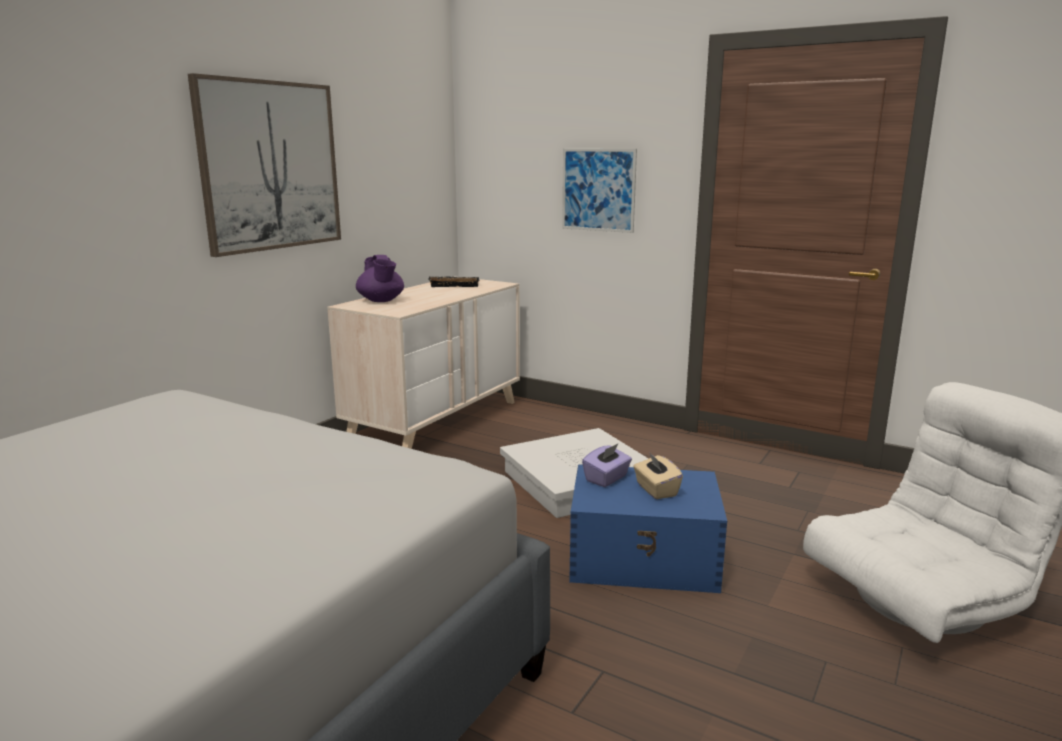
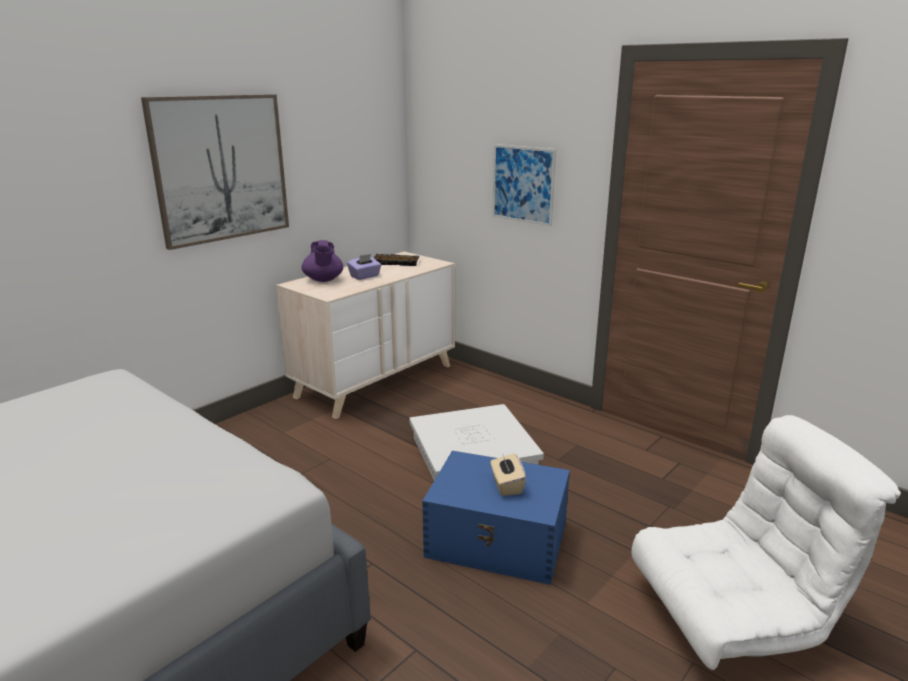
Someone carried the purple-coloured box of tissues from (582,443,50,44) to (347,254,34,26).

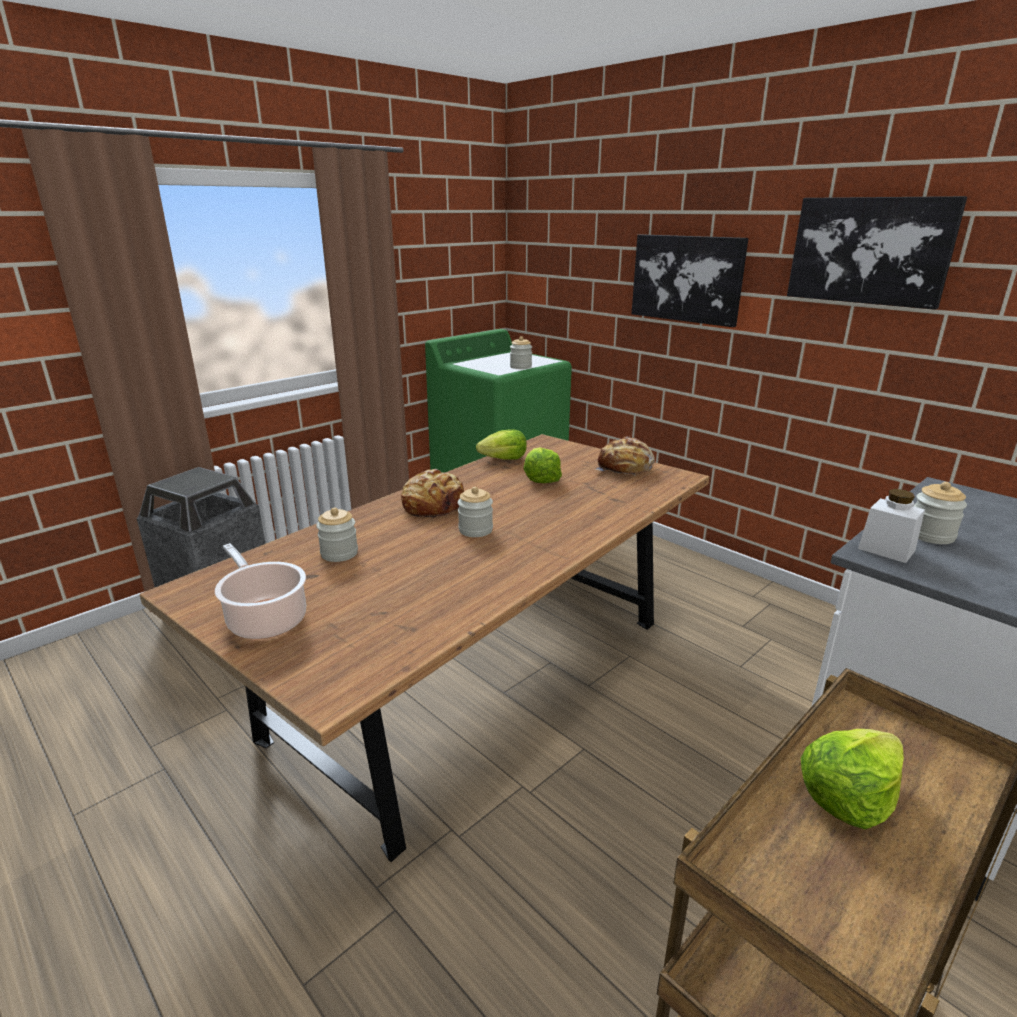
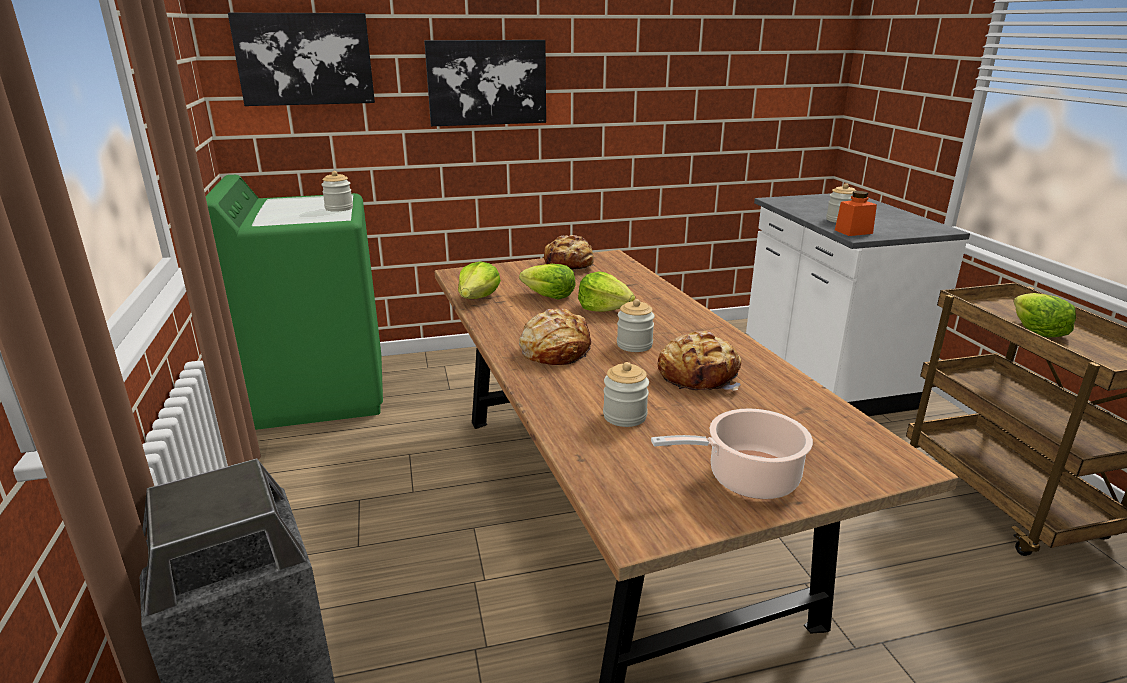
Someone carried the wall art from (787,196,180,114) to (228,13,147,93). Someone repainted the white-coloured jar at (858,489,67,74), which became the orange-coloured jar at (835,191,42,45). Someone put down the head of lettuce at (578,271,57,41). Someone put down the baked bread at (658,331,83,59).

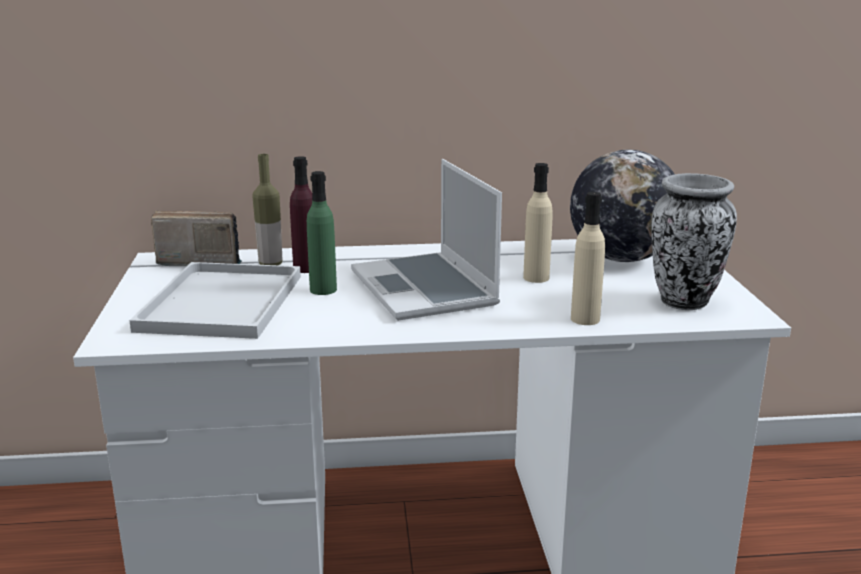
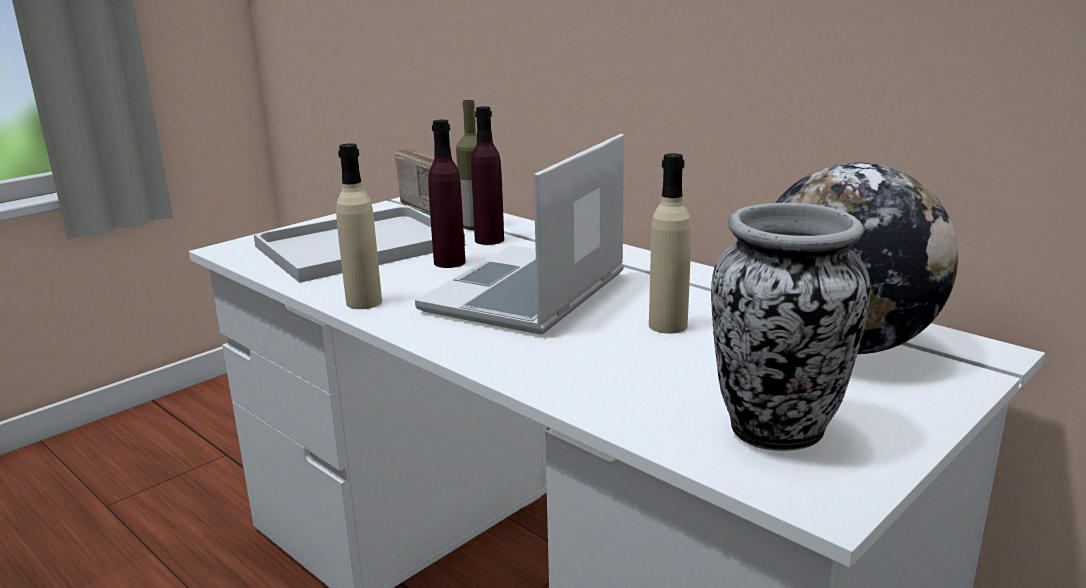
Someone repainted the green bottle at (307,171,30,124), which became the purple-coloured bottle at (428,120,38,148). Someone carried the beige-coloured bottle from (571,192,34,133) to (336,143,46,166).

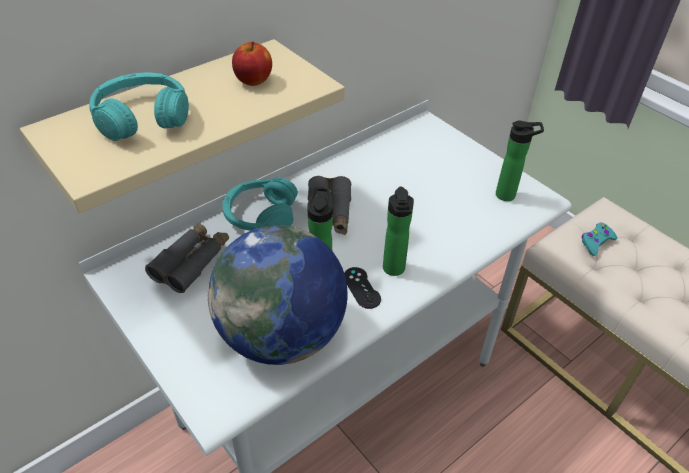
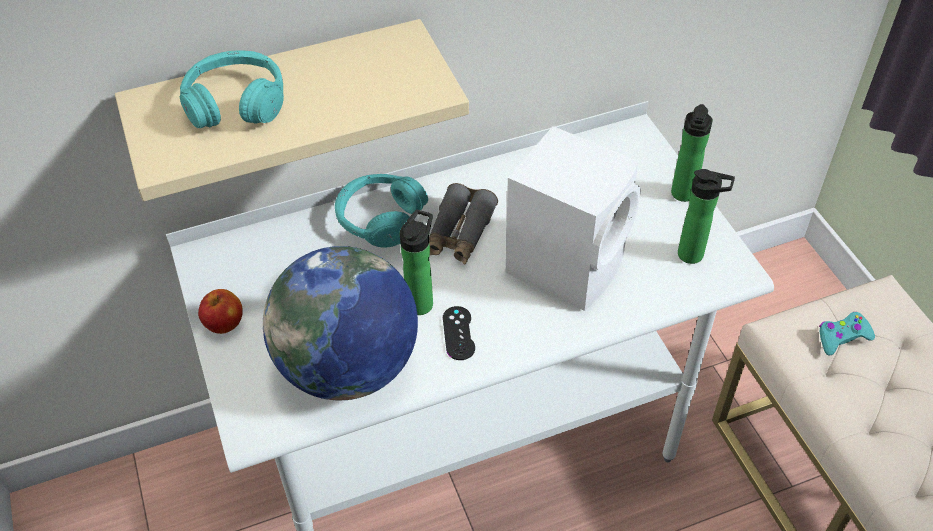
Someone took away the greyish pair of binoculars at (145,222,84,71). Someone carried the apple from (232,41,40,45) to (198,289,45,45). Someone carried the bottle from (383,186,31,90) to (671,104,42,98). Someone put down the white-coloured audio speaker at (506,126,135,185).

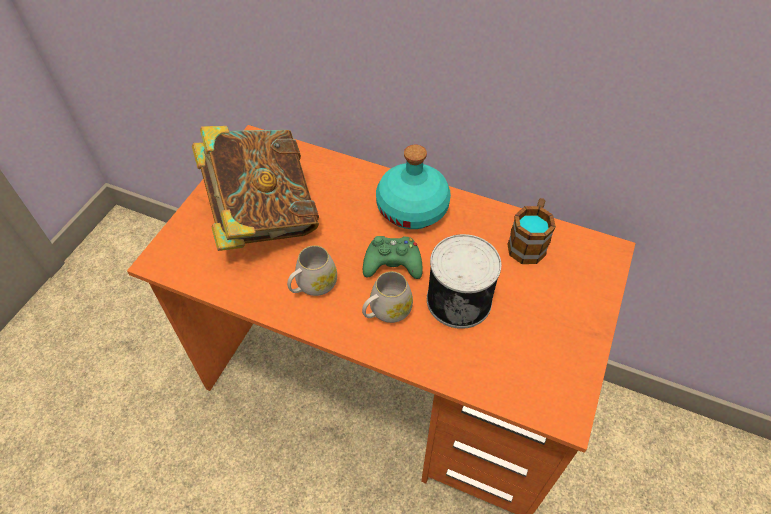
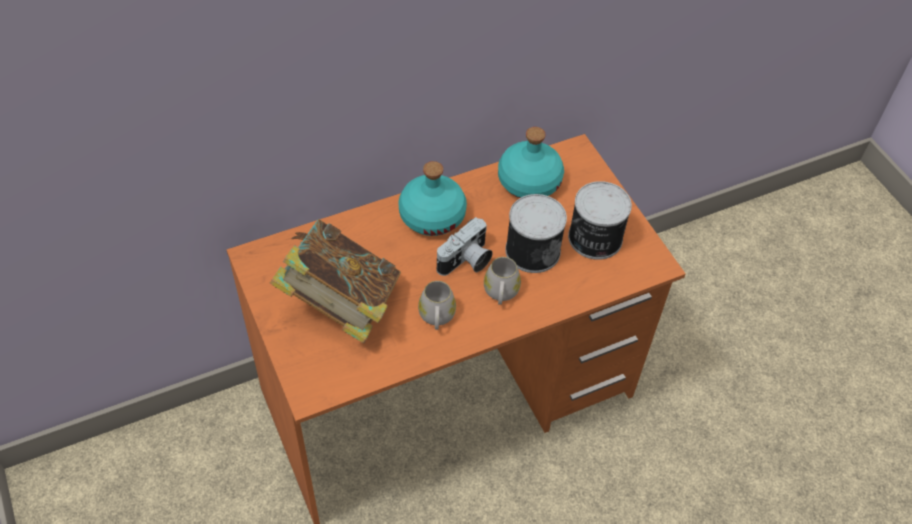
Someone swapped the green joypad at (363,236,60,43) for the photo camera at (437,217,56,59). Someone swapped the tea mug at (507,198,49,66) for the turquoise-coloured bottle at (498,127,66,71). Someone put down the metal can at (568,181,64,79).

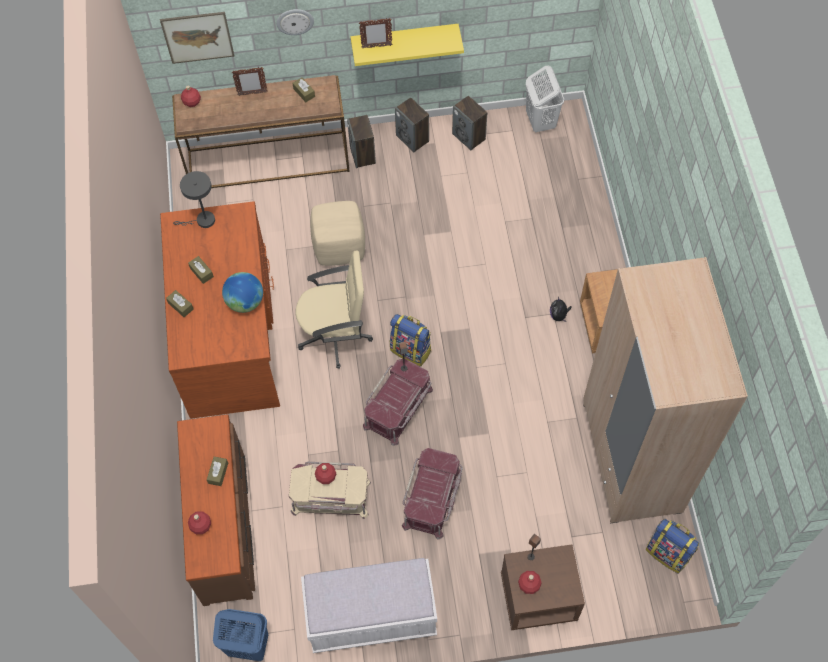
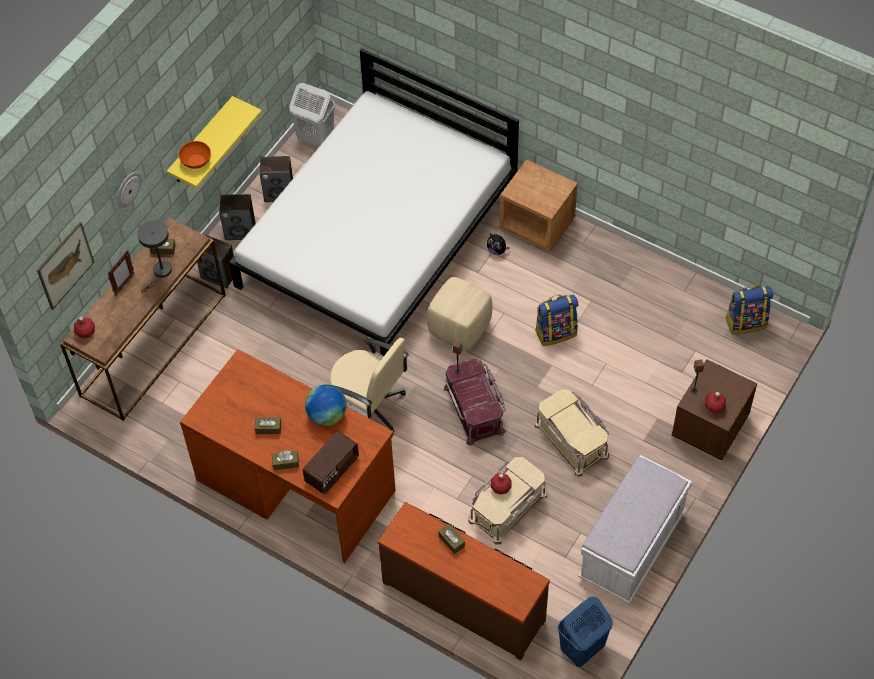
Someone carried the greyish table lamp from (173,171,42,57) to (137,220,35,73). Someone took away the reddish bottle at (188,511,23,23). Someone rotated the beige-coloured computer chair at (295,250,78,119) by 90 degrees clockwise. Someone carried the beige-coloured ottoman from (310,201,55,65) to (427,277,65,74). Someone swapped the standing frame at (359,18,33,30) for the orange-coloured deep dish at (179,141,32,28). Someone carried the rucksack from (390,314,41,53) to (535,294,43,52). Someone repainted the reddish storage container at (402,448,61,91), which became the beige-coloured storage container at (534,389,75,88). Someone took away the beige-coloured clothes cupboard at (583,257,165,266). Someone put down the white-coloured bedroom bed at (229,48,290,308). Someone put down the radio set at (303,431,56,63).

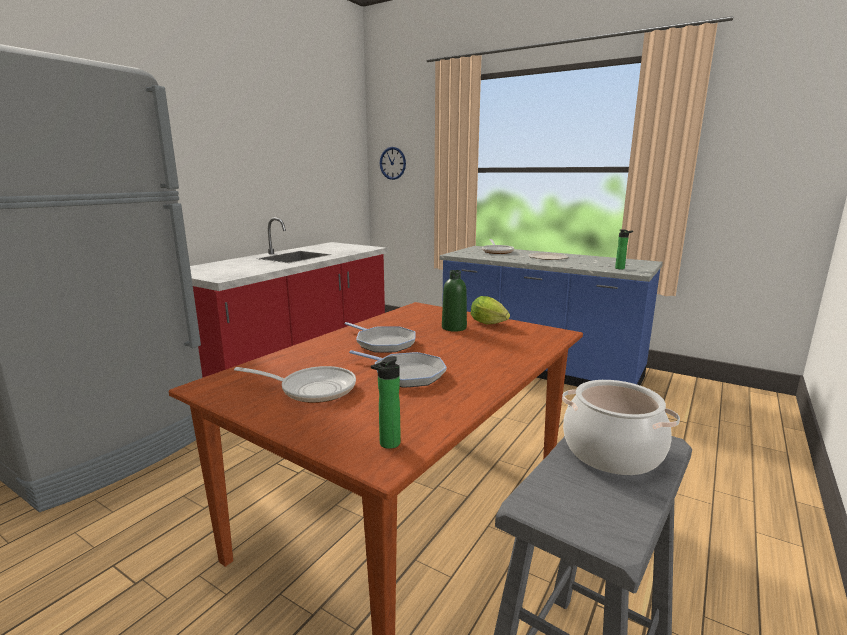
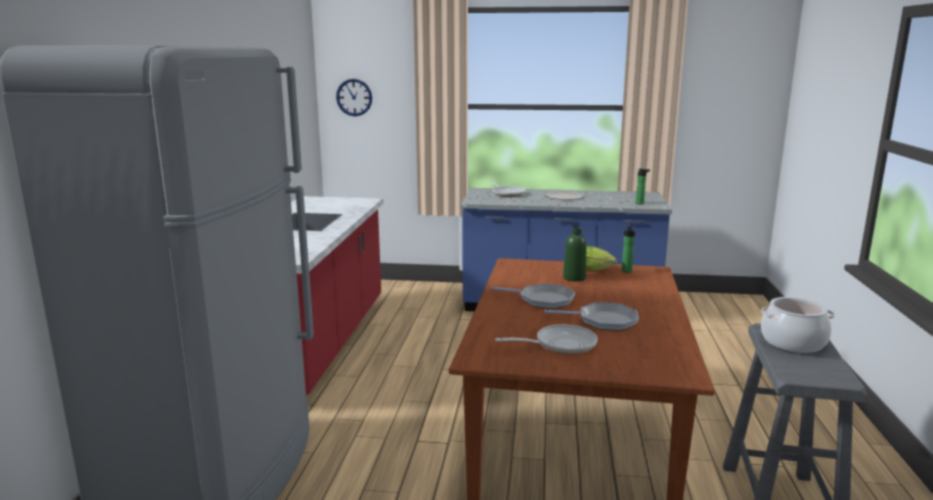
Someone carried the bottle from (371,356,30,93) to (622,226,13,47).

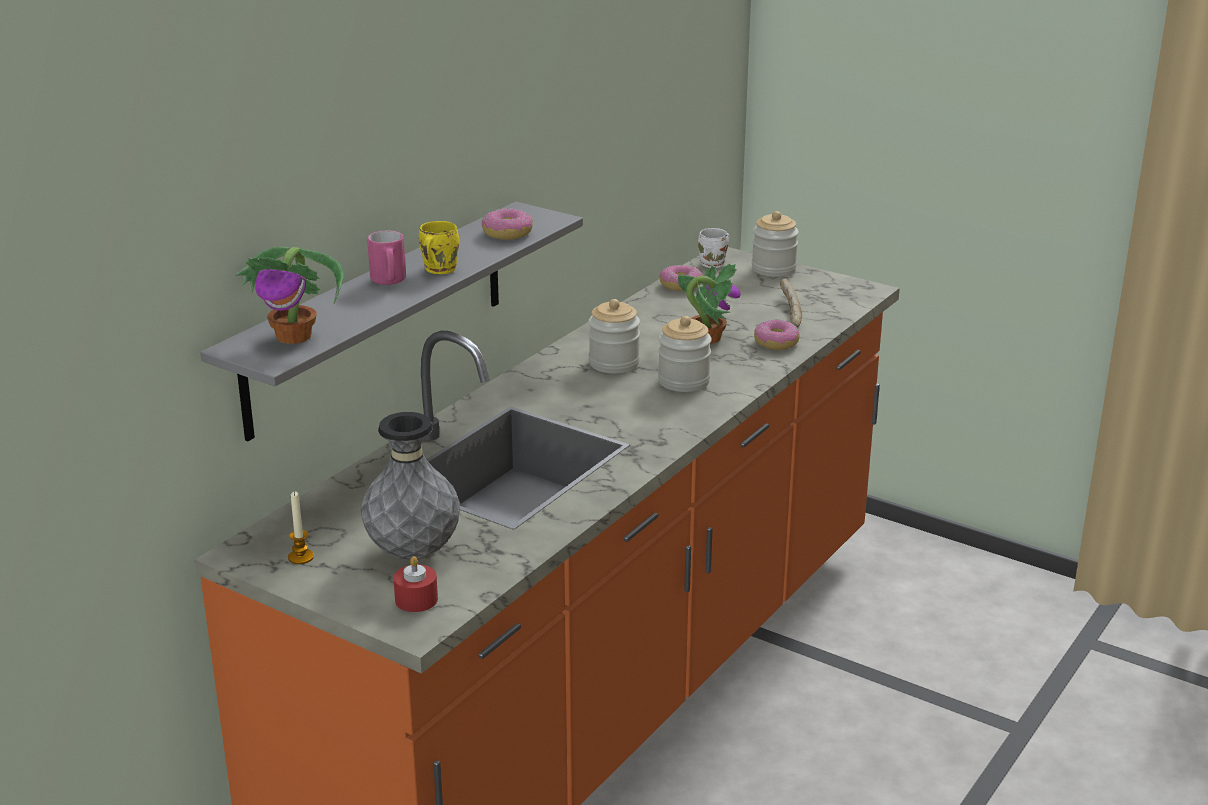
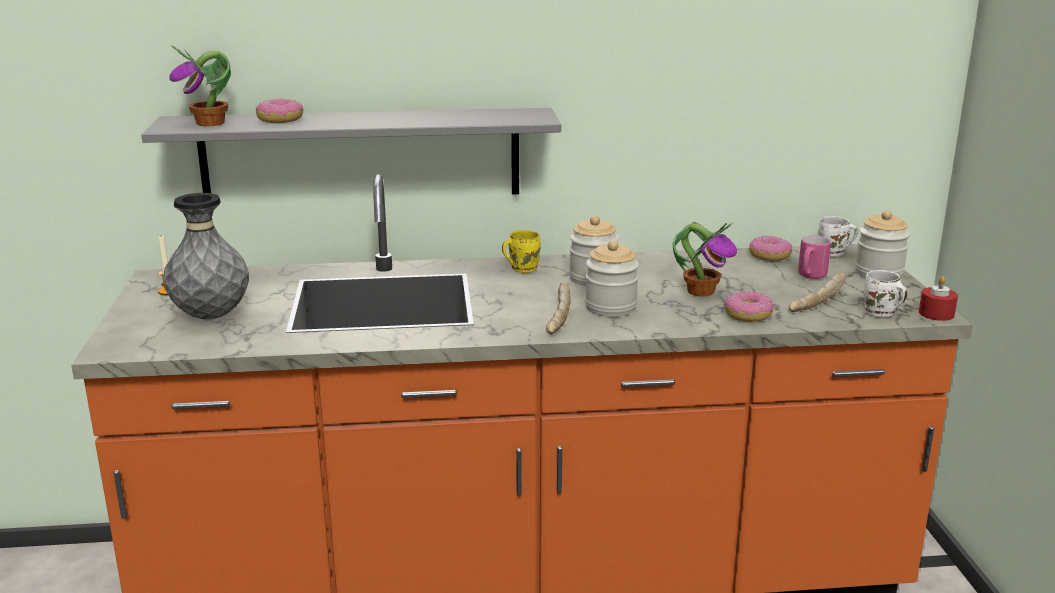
Someone carried the pink-coloured tea mug from (367,230,39,55) to (798,236,33,43). Someone carried the reddish wax light from (393,556,45,56) to (919,276,39,45). Someone carried the yellow tea mug from (419,221,40,53) to (502,230,39,43). Someone carried the donut from (482,208,51,32) to (256,99,48,24). Someone put down the baked bread at (546,282,25,52). Someone put down the white-coloured tea mug at (864,270,43,47).

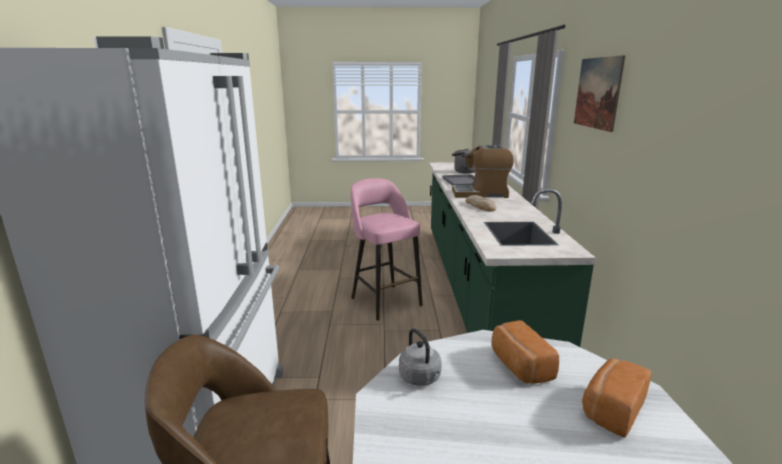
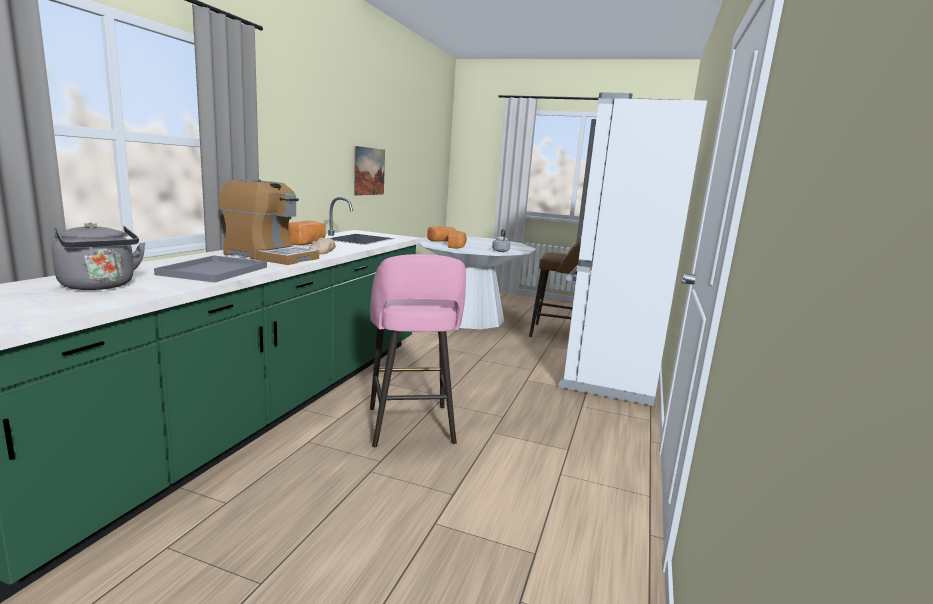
Someone carried the wall art from (574,55,51,77) to (354,146,31,50). Someone put down the baked bread at (288,221,38,25).

